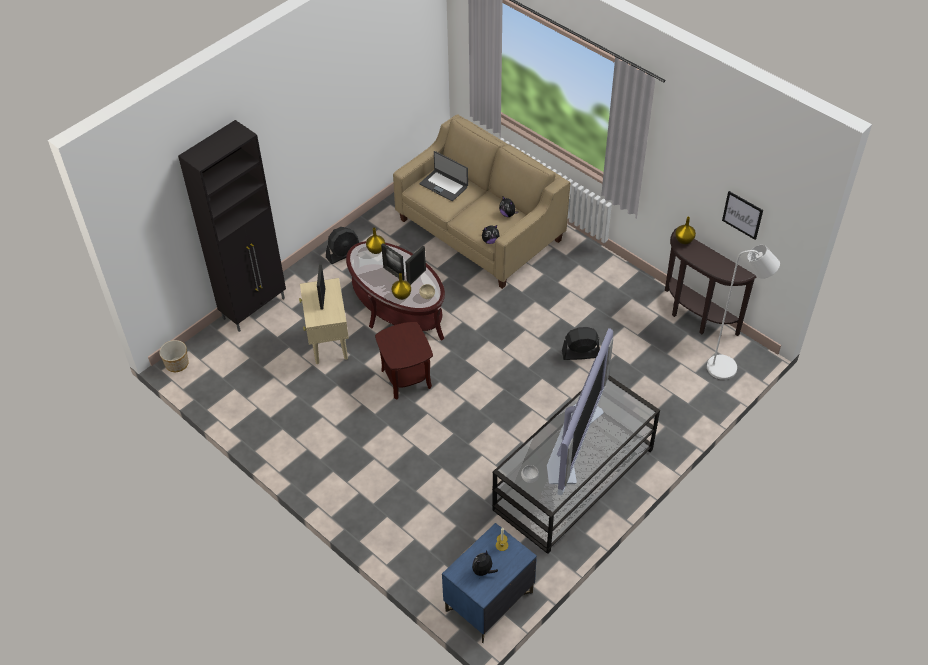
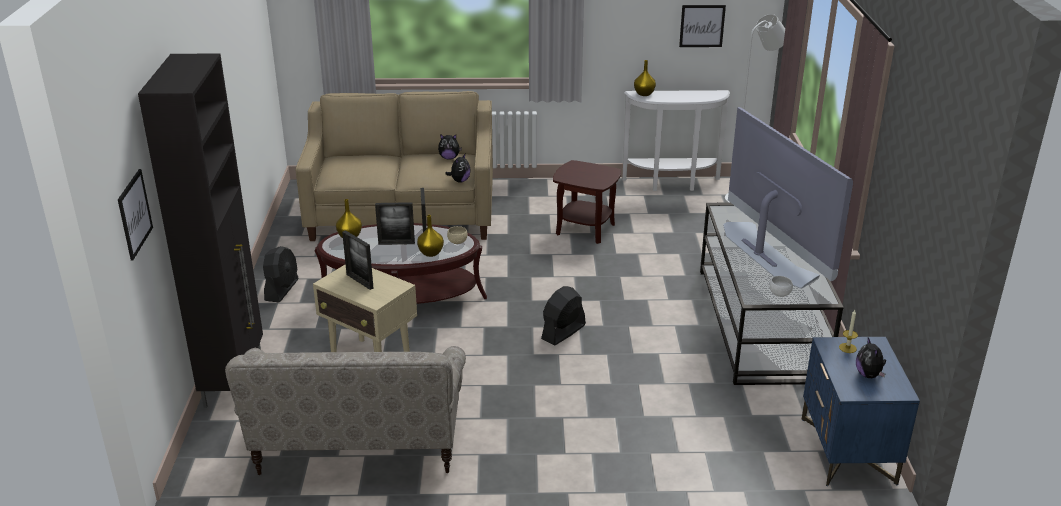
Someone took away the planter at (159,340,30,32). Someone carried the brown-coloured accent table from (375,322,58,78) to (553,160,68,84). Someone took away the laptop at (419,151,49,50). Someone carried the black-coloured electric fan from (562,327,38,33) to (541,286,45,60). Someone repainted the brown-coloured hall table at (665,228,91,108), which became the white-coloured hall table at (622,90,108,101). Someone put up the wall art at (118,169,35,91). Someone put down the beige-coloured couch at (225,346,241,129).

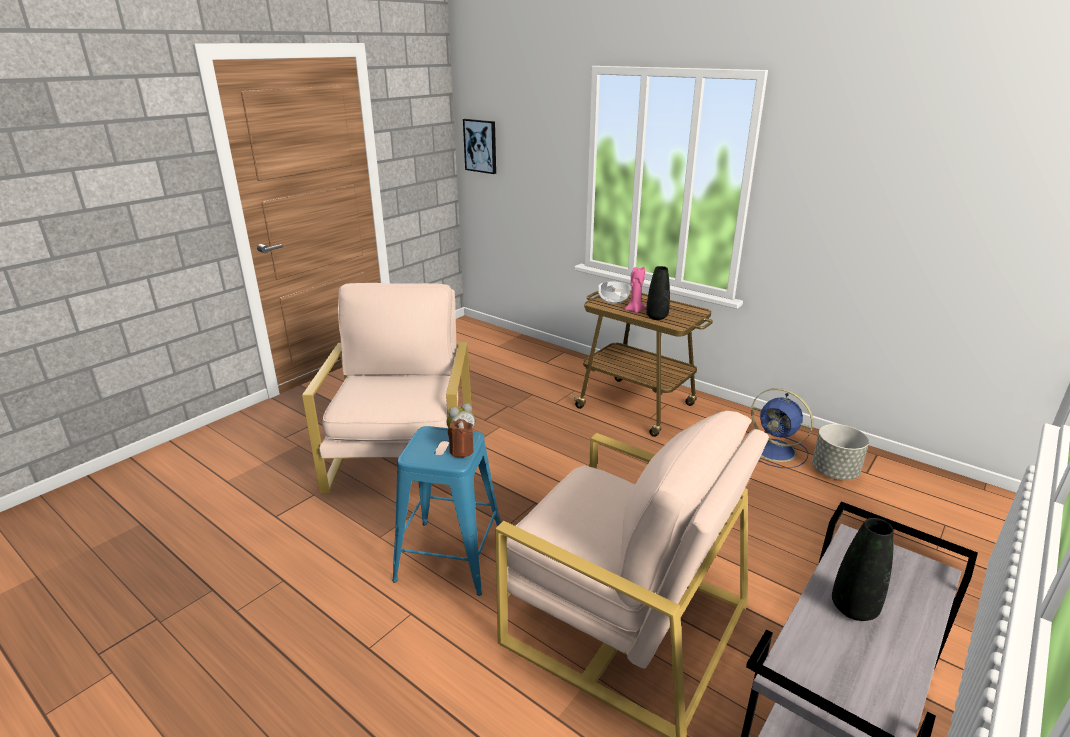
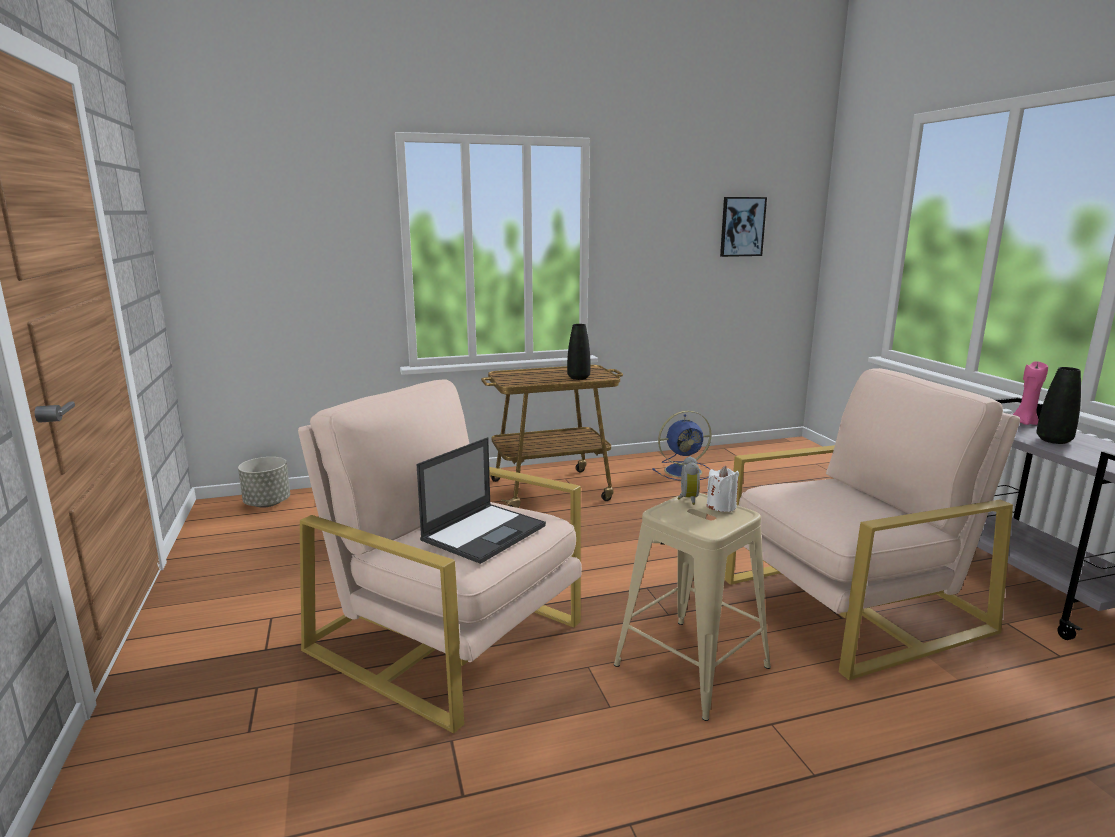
Someone repainted the blue stool at (392,426,109,170), which became the beige-coloured stool at (614,493,157,228). Someone repainted the brown-coloured wax light at (448,419,26,38), which became the white-coloured wax light at (707,466,32,46). Someone carried the wall art from (463,119,33,55) to (720,197,47,60). Someone took away the deep dish at (598,282,32,22). Someone carried the pink-coloured wax light from (624,267,23,46) to (1013,361,35,64). Someone carried the greyish planter from (812,424,57,56) to (238,457,52,51). Someone put down the laptop at (416,437,130,127).

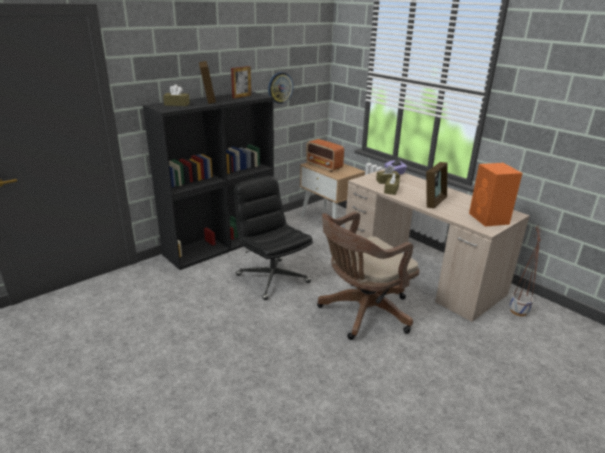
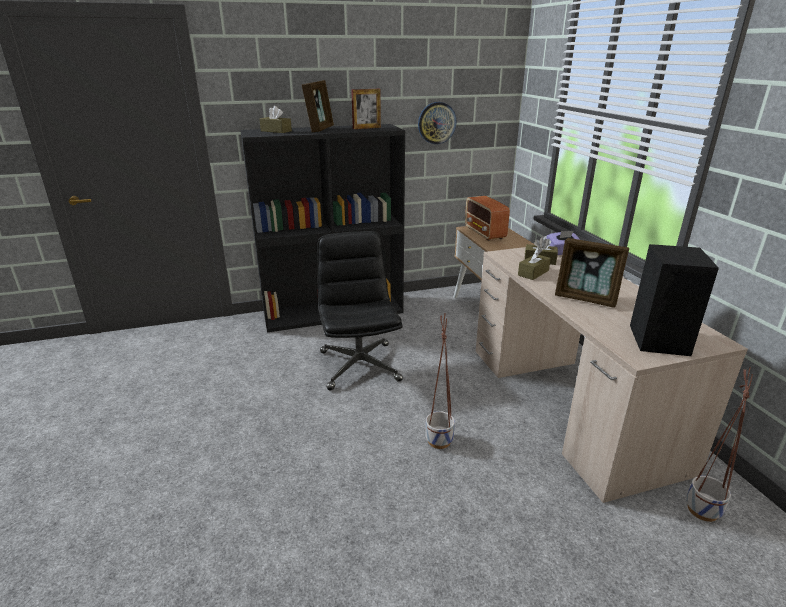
Someone swapped the brown-coloured computer chair at (317,212,103,128) for the planter at (425,313,30,136). Someone rotated the standing frame at (426,162,22,46) by 60 degrees clockwise. Someone repainted the orange-coloured audio speaker at (469,163,53,64), which became the black-coloured audio speaker at (630,244,89,112).

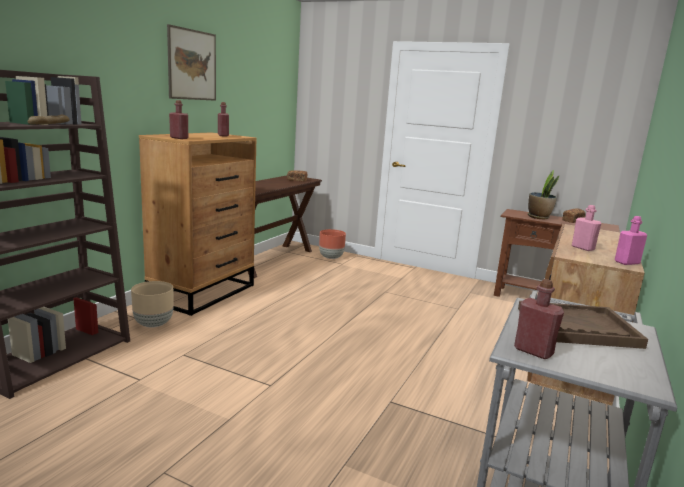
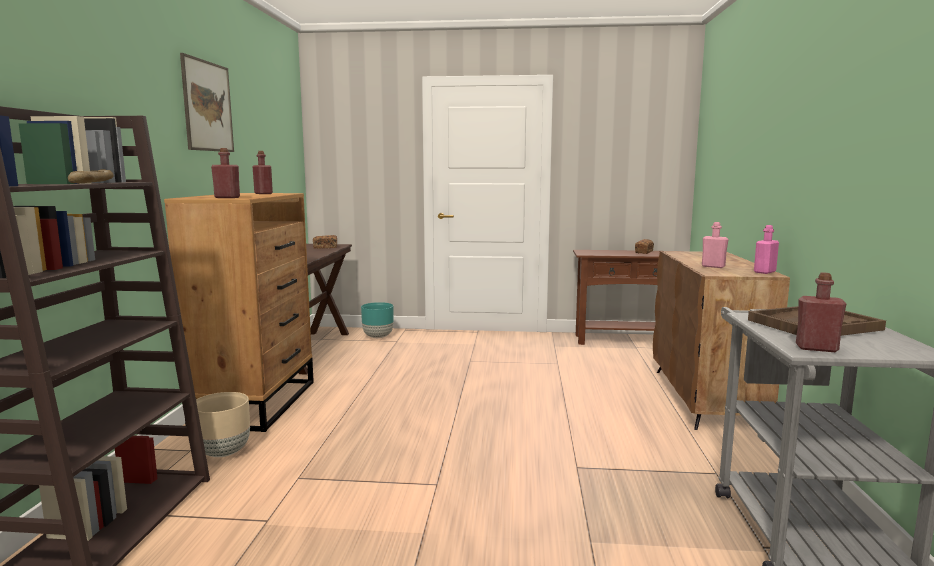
Someone repainted the brown-coloured planter at (319,229,27,30), which became the turquoise-coloured planter at (361,302,33,36). Someone took away the houseplant at (528,170,31,49).

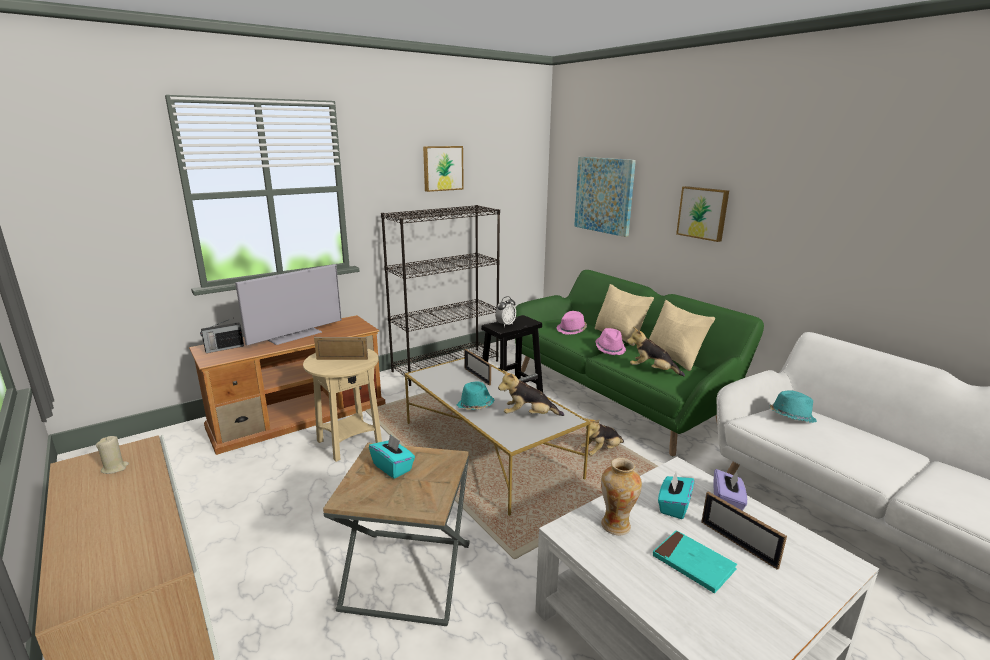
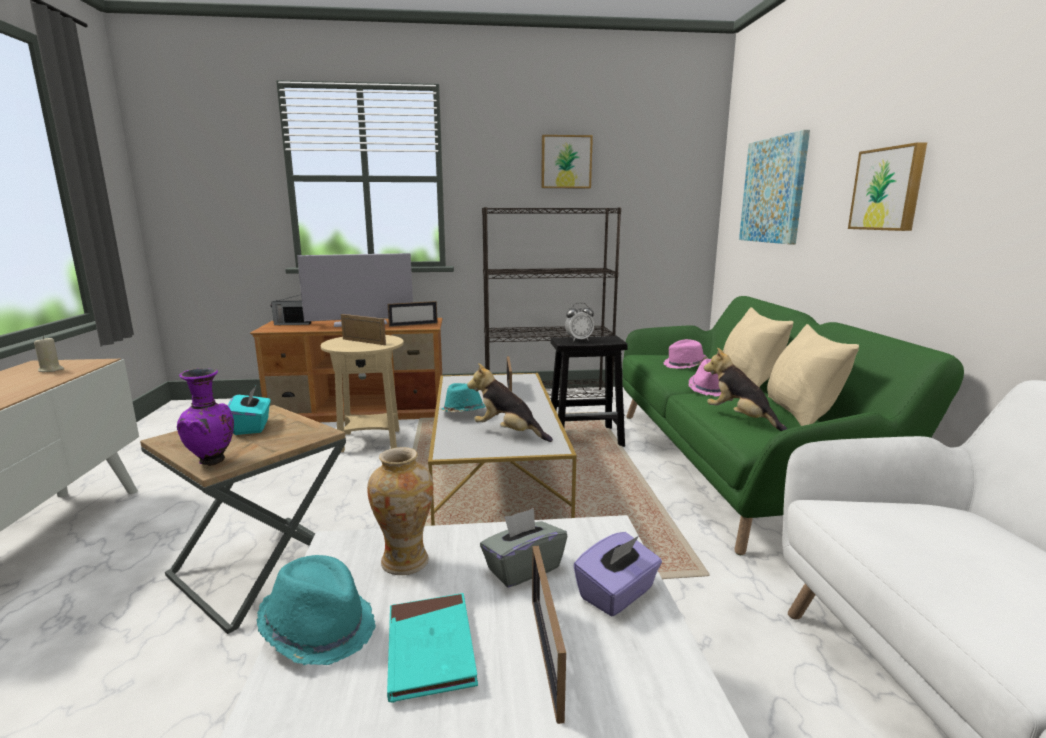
Someone took away the soft toy at (581,418,43,38). Someone repainted the turquoise-coloured box of tissues at (658,472,36,47), which became the greyish box of tissues at (480,508,87,80). Someone carried the turquoise-coloured wearable hat from (770,390,47,33) to (256,555,120,110). Someone put down the purple-coloured decorative vase at (177,368,57,98). Someone put down the standing frame at (388,301,50,26).

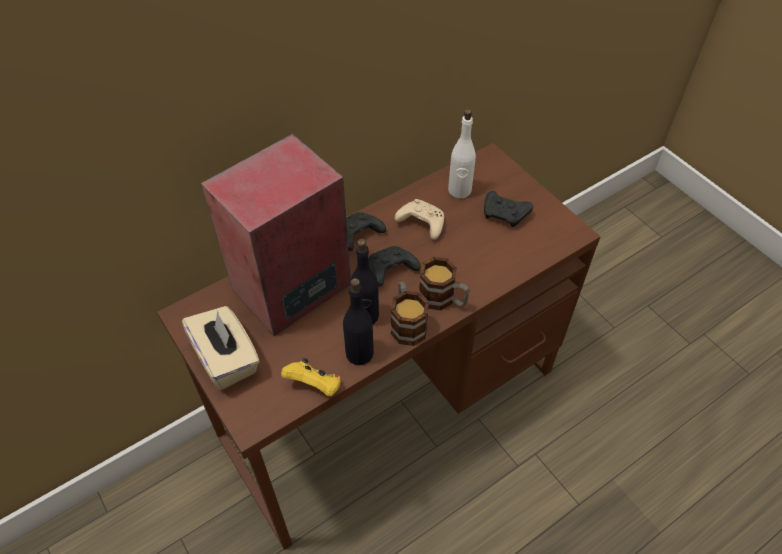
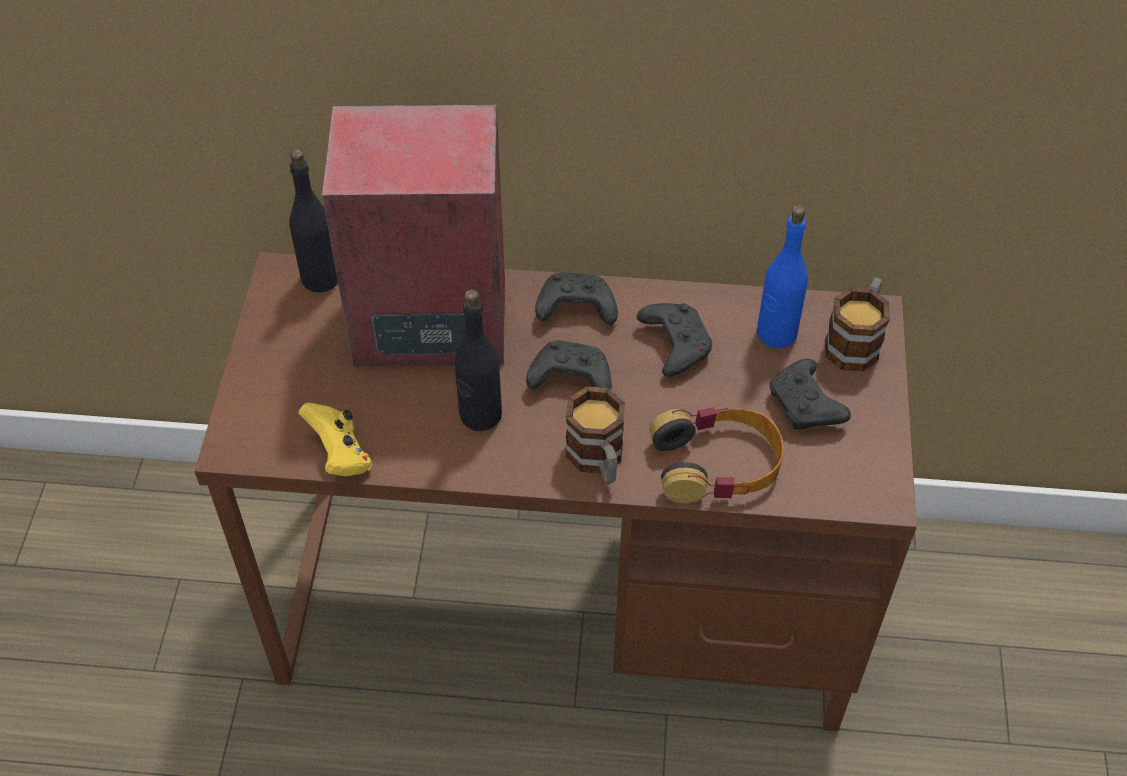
Someone took away the beige-coloured box of tissues at (182,306,77,84). Someone carried the black-coloured bottle from (343,278,31,87) to (289,149,49,144). Someone carried the tea mug from (391,282,38,64) to (825,278,65,93). Someone repainted the beige-coloured joypad at (395,199,49,41), which became the black-coloured joypad at (637,303,75,74). Someone repainted the white-coloured bottle at (448,109,28,89), which became the blue bottle at (757,205,51,143). Someone put down the headset at (649,407,135,96).

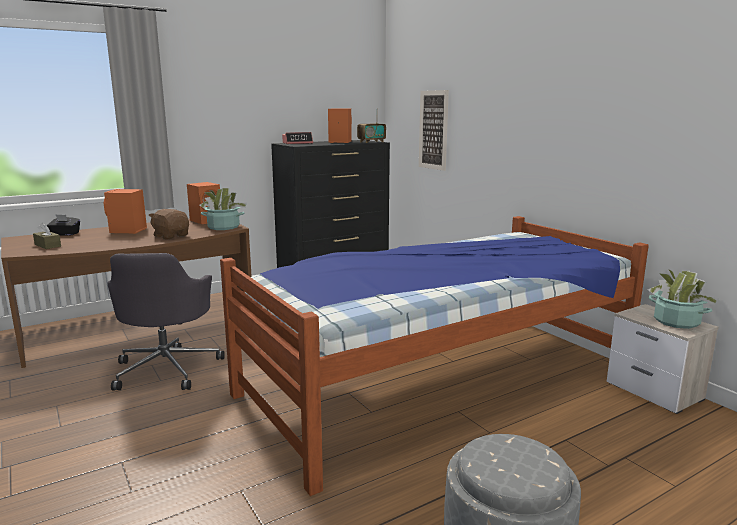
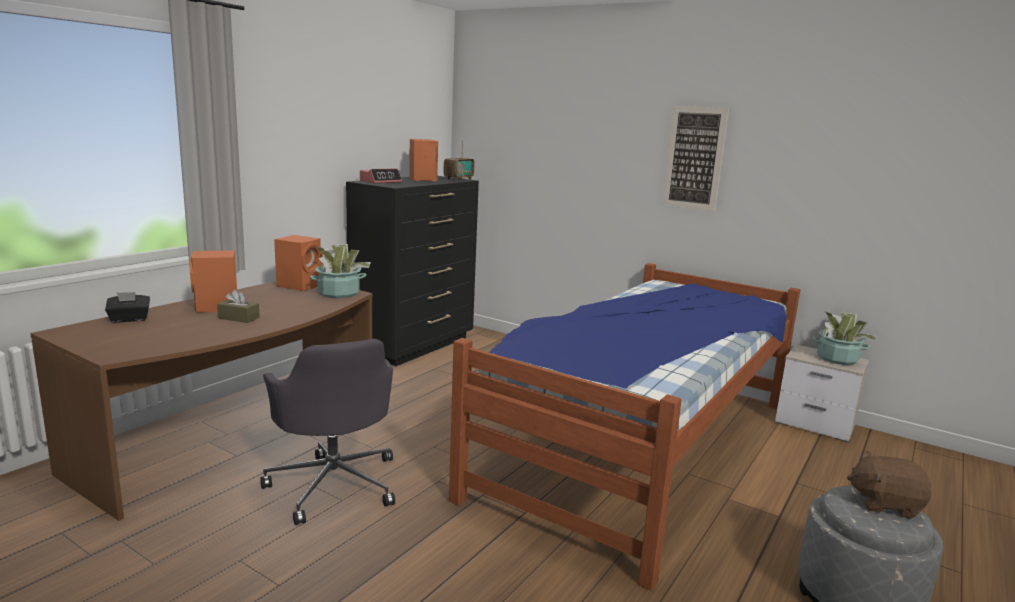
Someone carried the brown-coloured box of tissues from (33,223,28,26) to (217,290,43,33). Someone carried the brown-coloured soft toy from (148,209,41,31) to (847,451,84,68). Someone carried the wall art from (419,90,30,81) to (662,106,67,105).

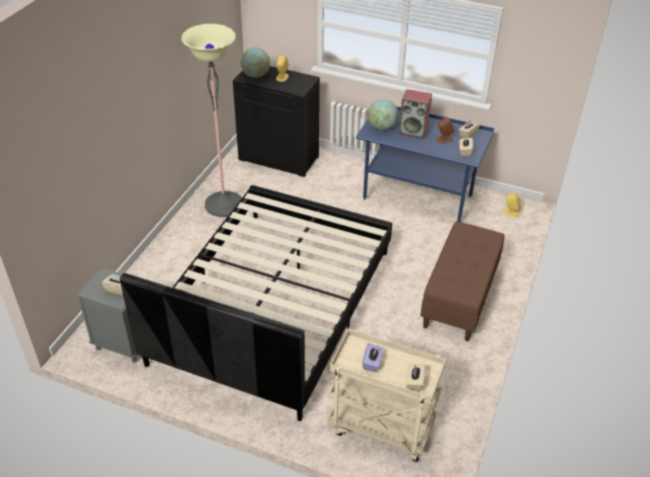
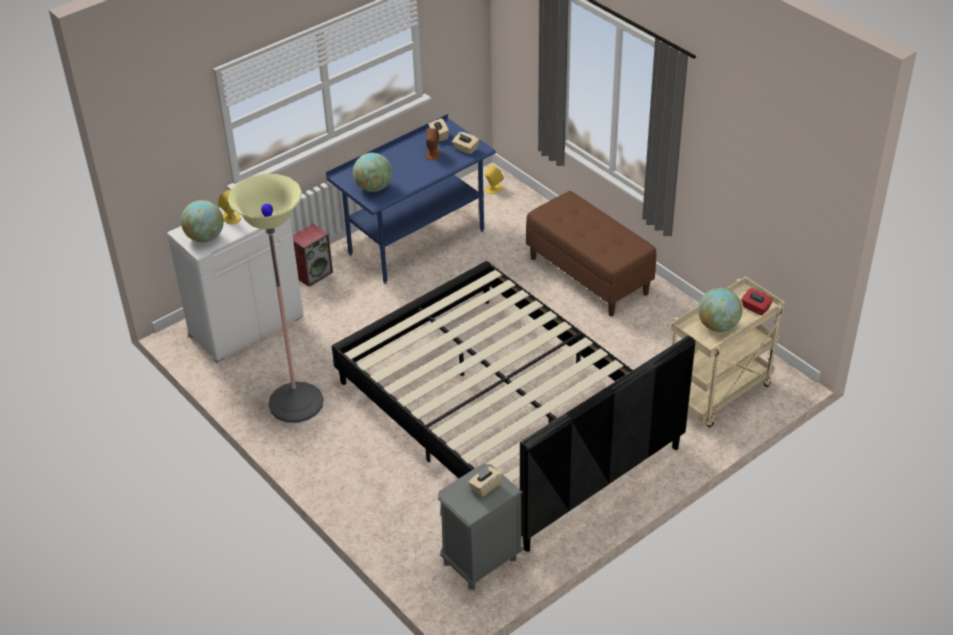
Someone repainted the black-coloured storage cabinet at (233,66,87,111), which became the white-coloured storage cabinet at (167,208,137,154). Someone swapped the purple-coloured box of tissues at (362,343,21,29) for the globe at (698,288,44,44). Someone carried the audio speaker from (399,89,33,50) to (293,224,40,63). Someone repainted the beige-coloured box of tissues at (406,364,20,28), which became the reddish box of tissues at (741,288,32,28).

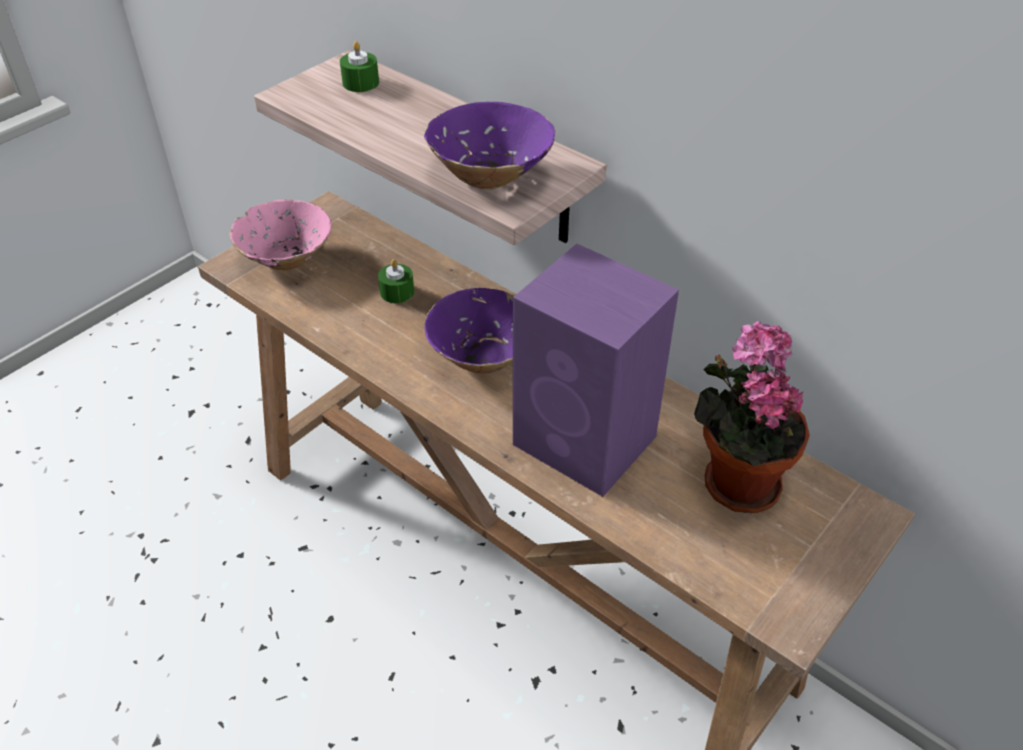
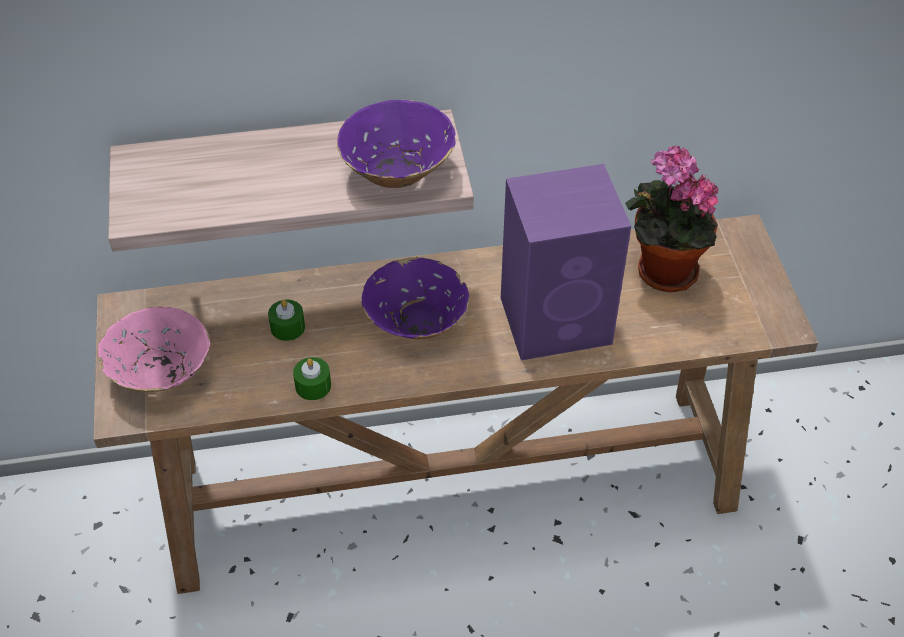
Someone carried the green wax light from (340,41,39,51) to (293,357,38,43).

